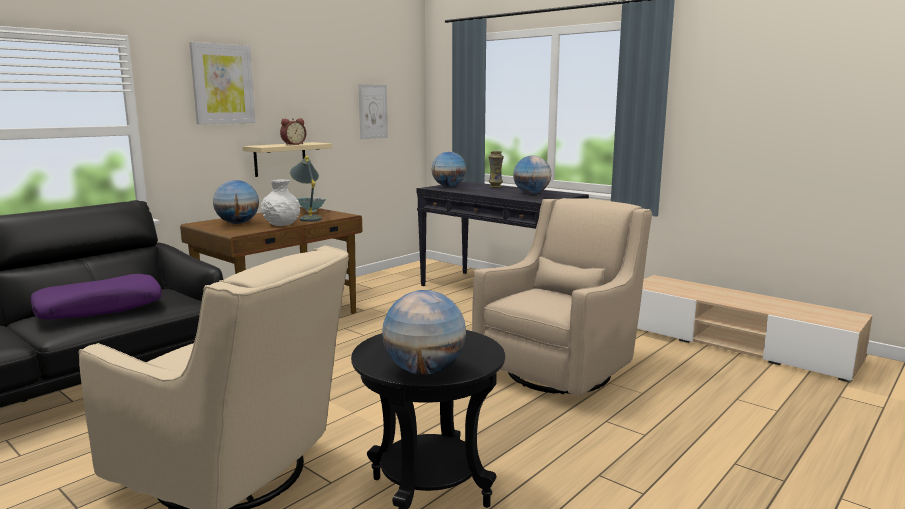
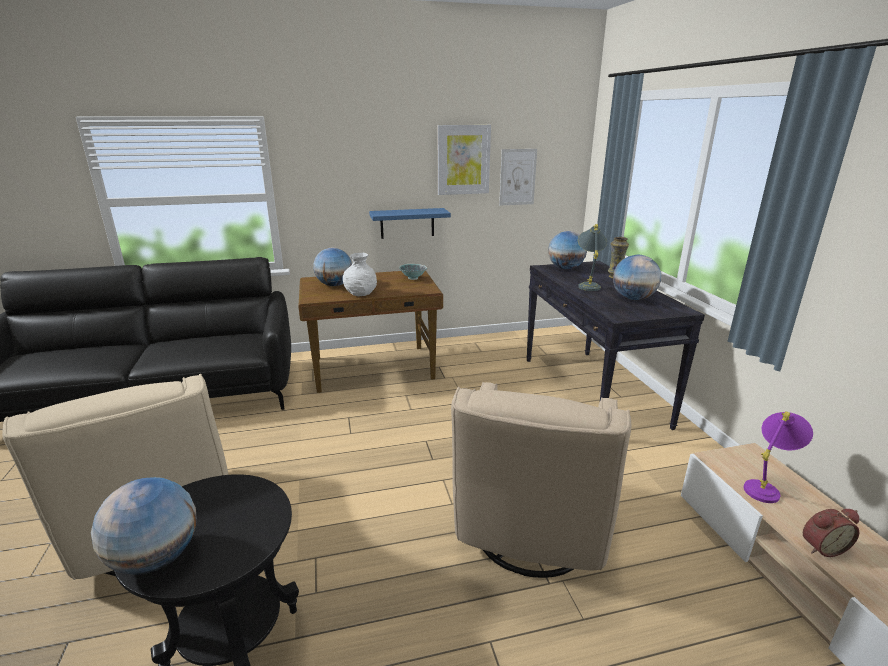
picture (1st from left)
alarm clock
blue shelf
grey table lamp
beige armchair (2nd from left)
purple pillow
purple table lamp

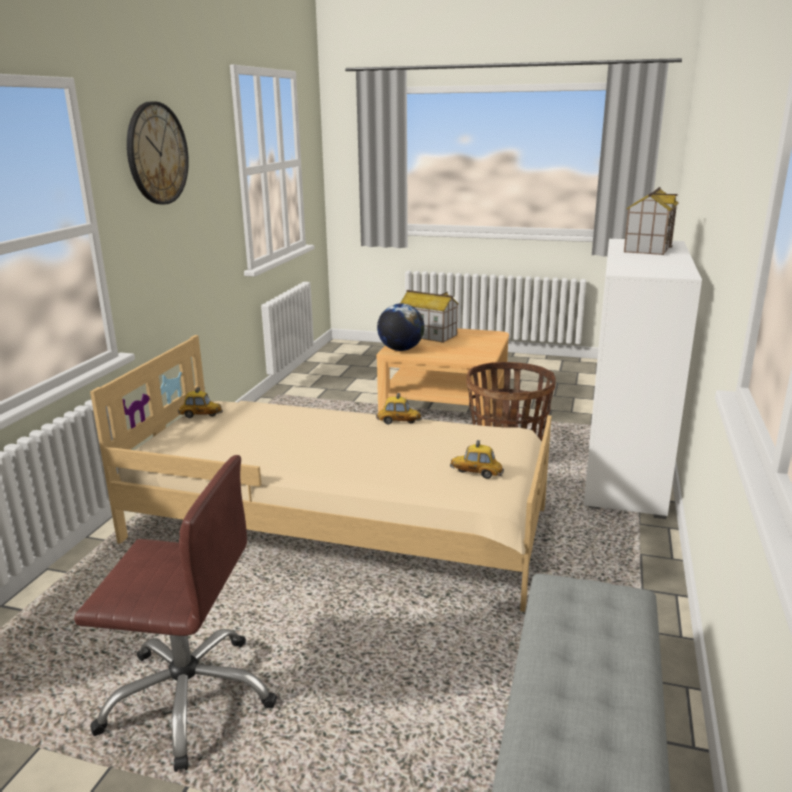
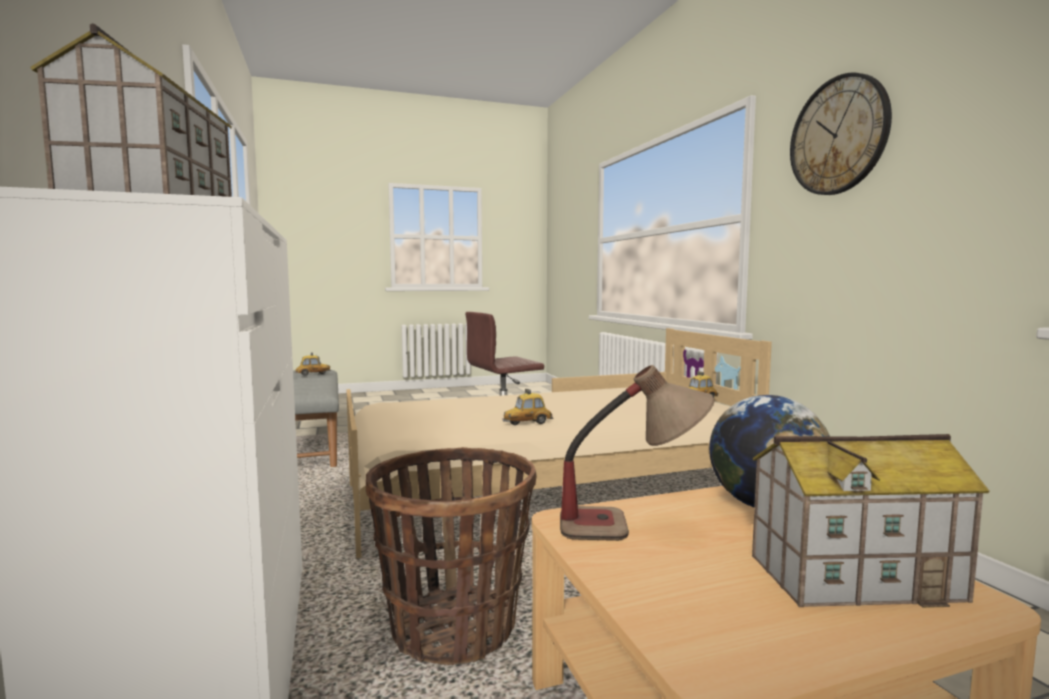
toy car (1st from left)
table lamp

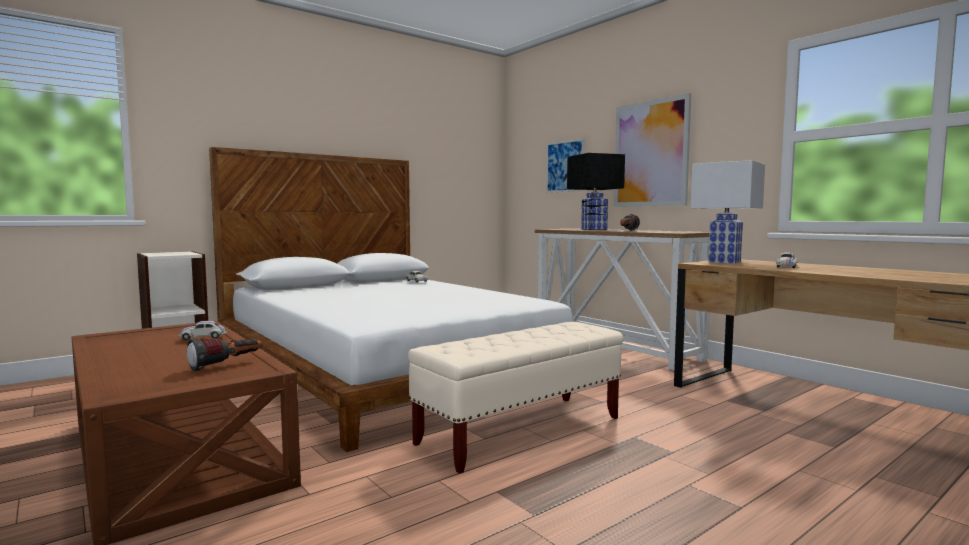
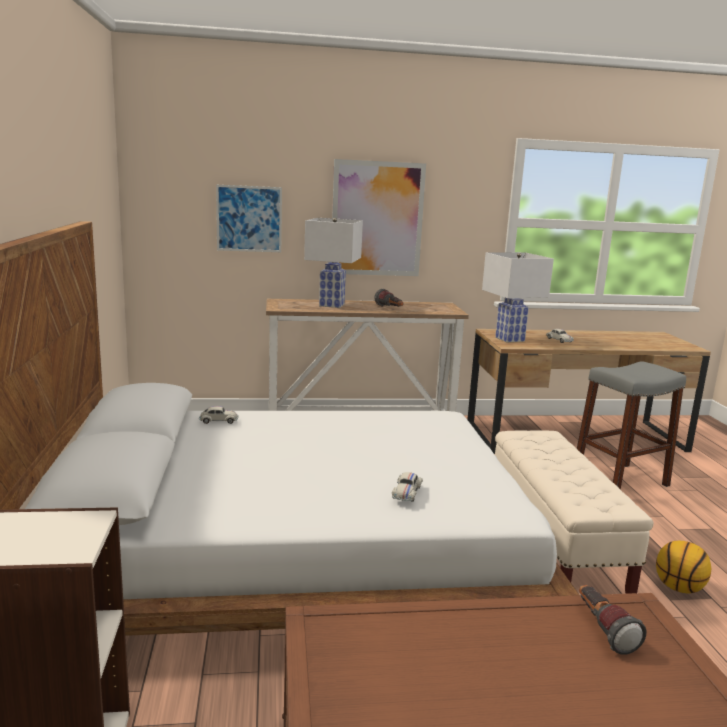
white table lamp (1st from left)
white toy car (2nd from left)
grey stool
basketball

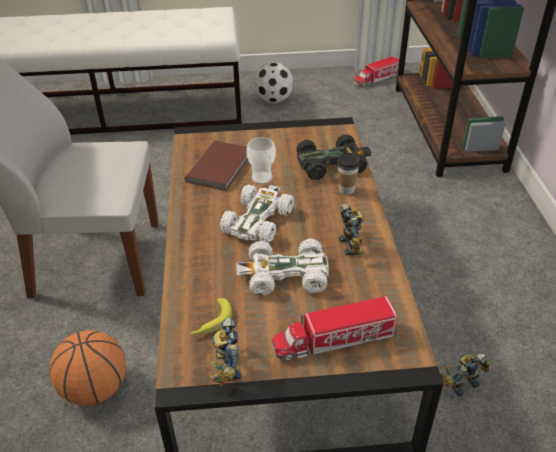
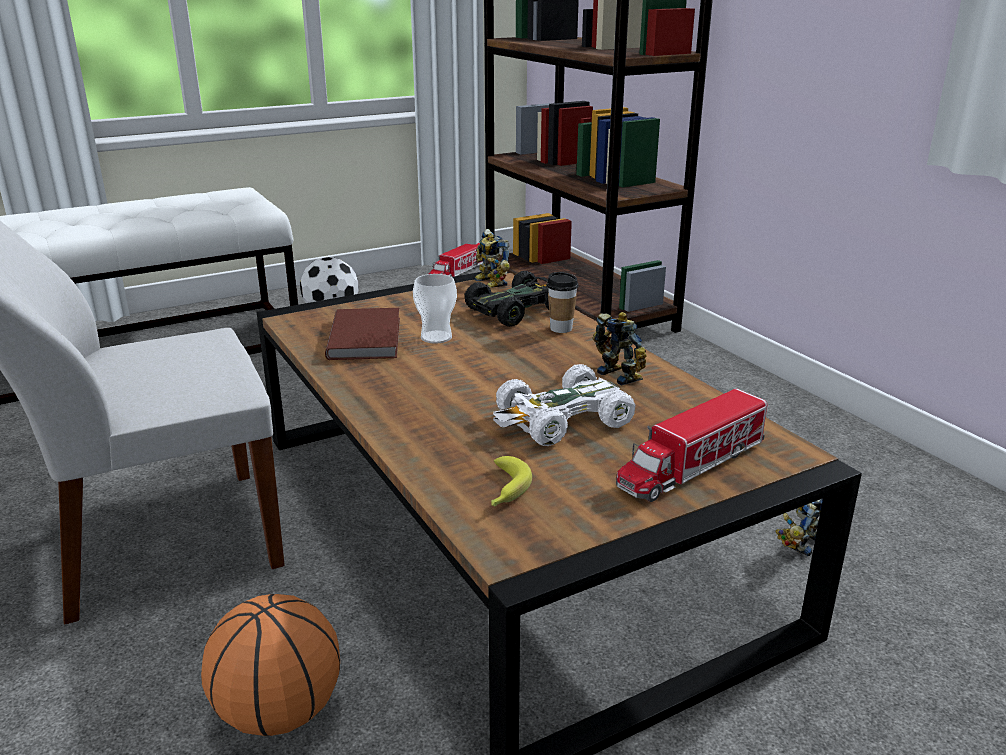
white toy car (1st from left in the first image)
toy robot (1st from left)

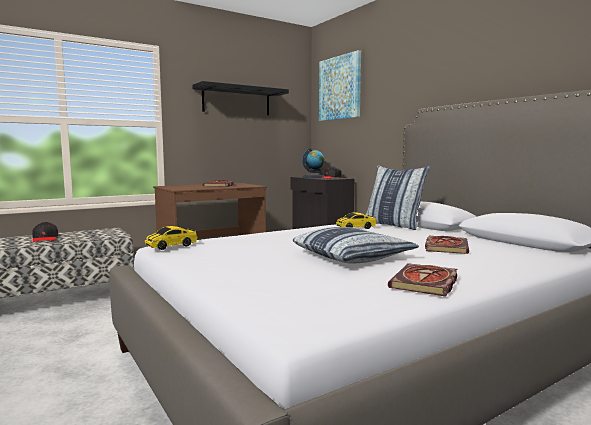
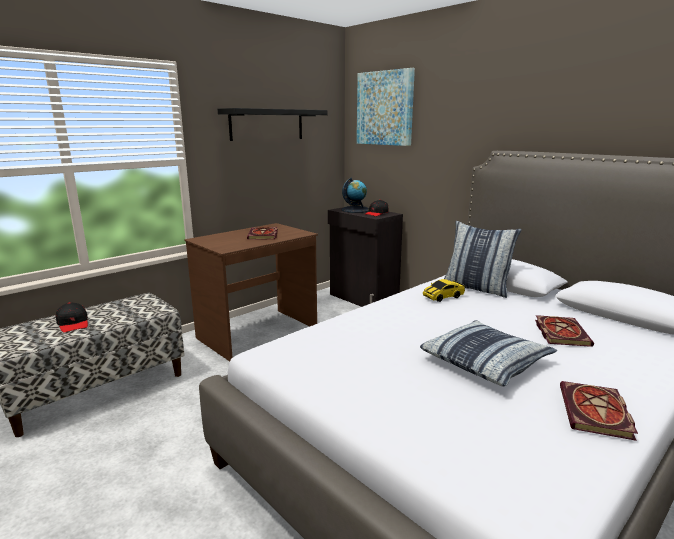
toy car (1st from left in the first image)

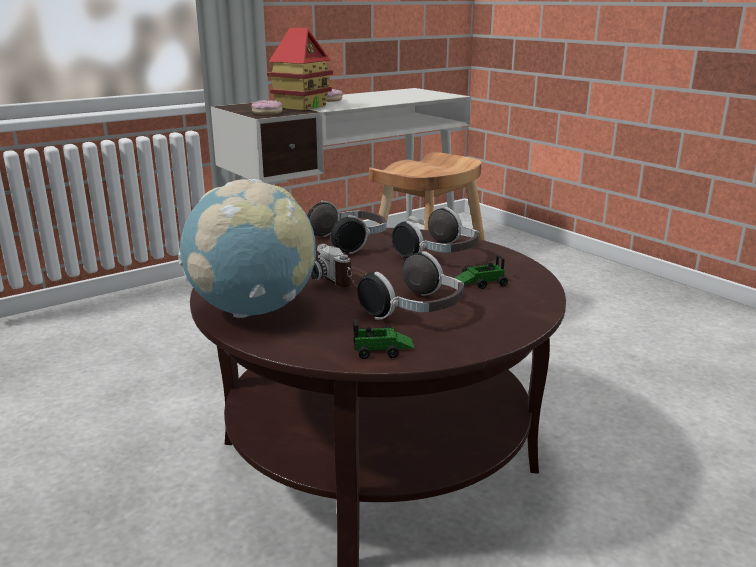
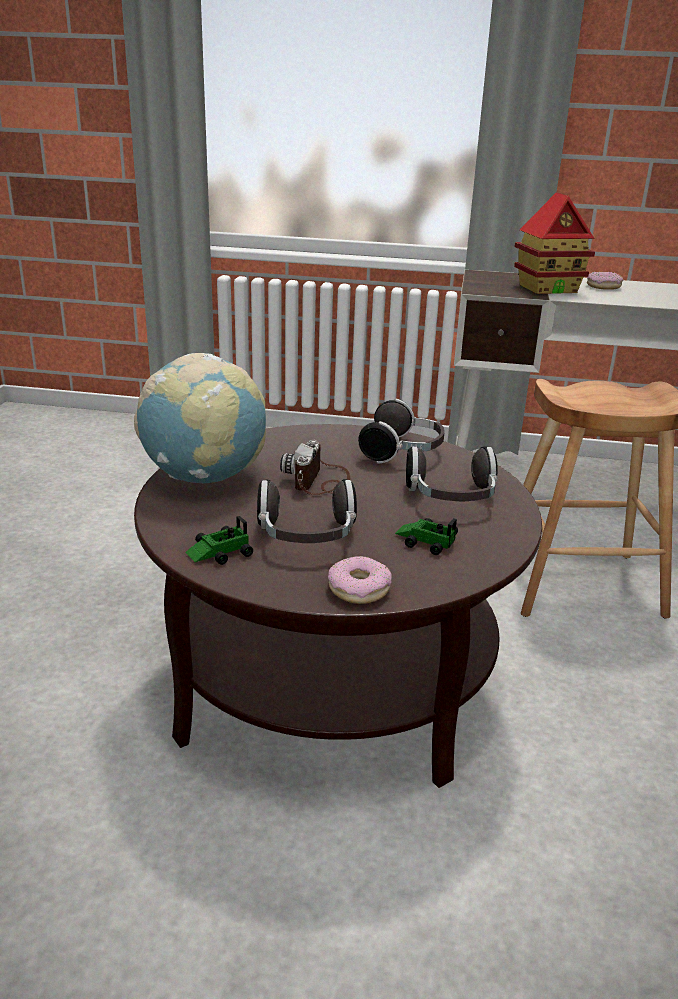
donut (1st from left)
toy car (1st from left)

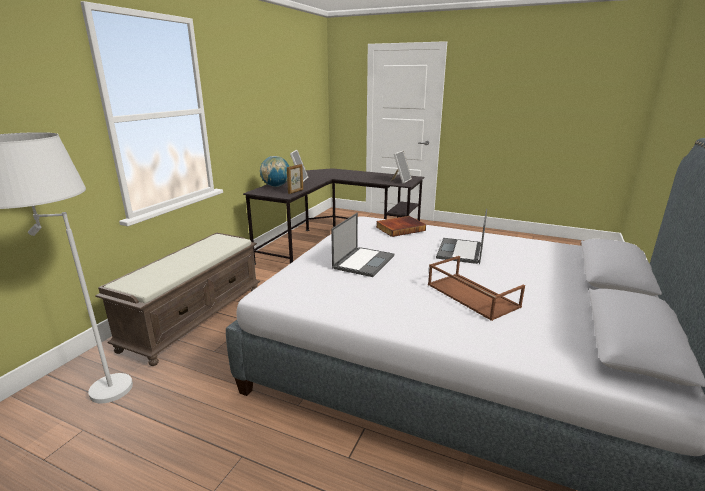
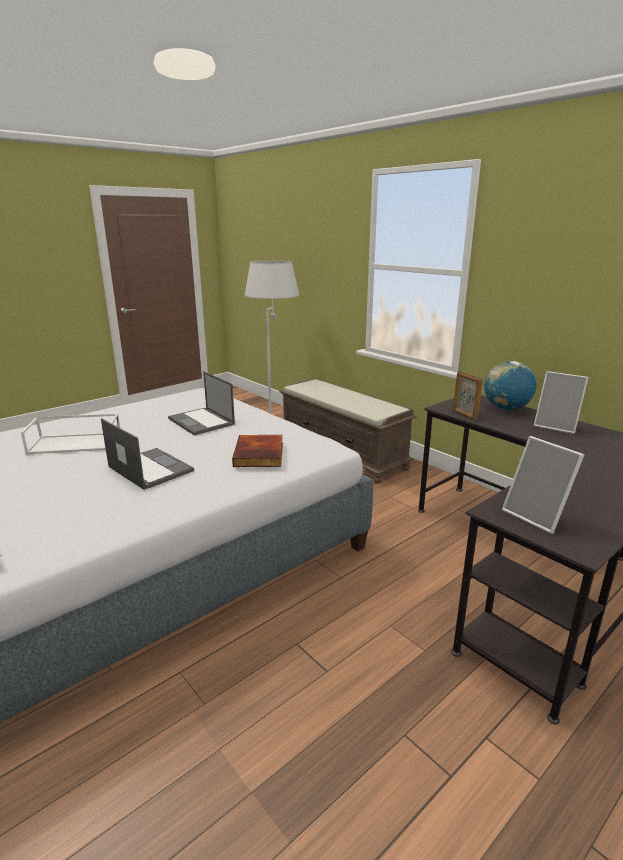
white tray

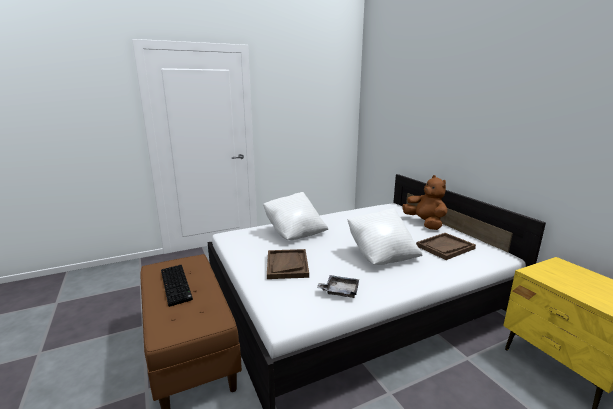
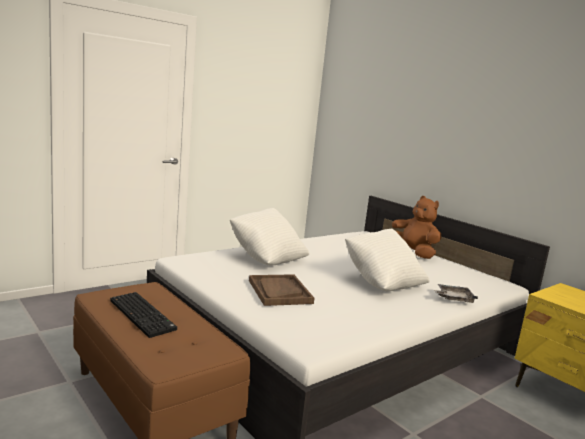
brown tray (2nd from left in the first image)
grey tray

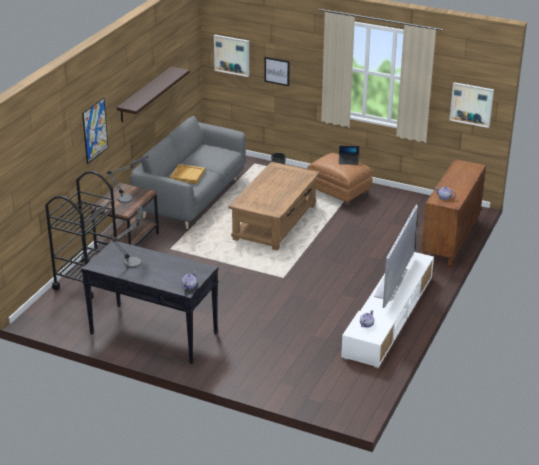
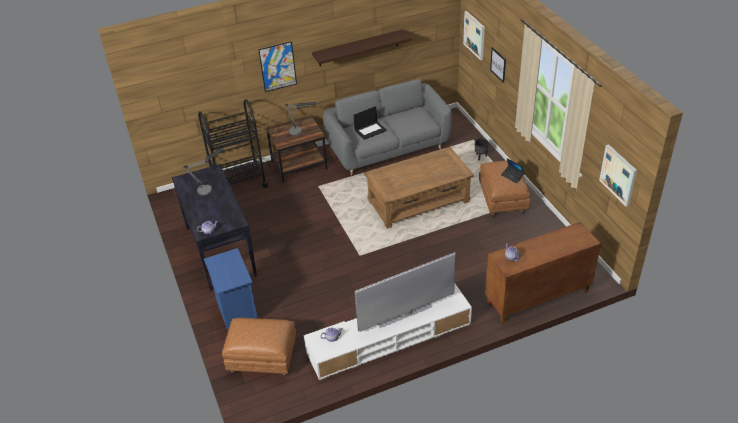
laptop (1st from left)
blue nightstand
brown ottoman (1st from left)

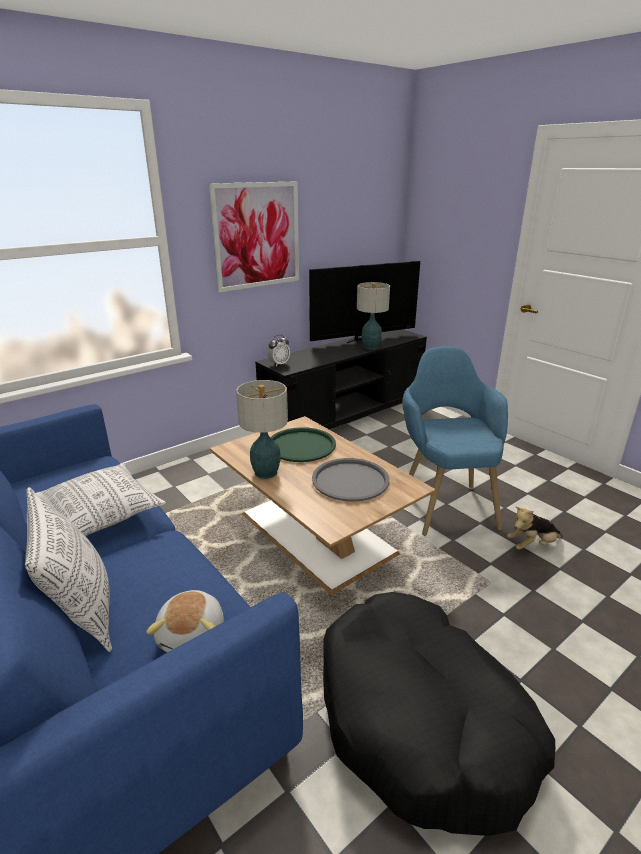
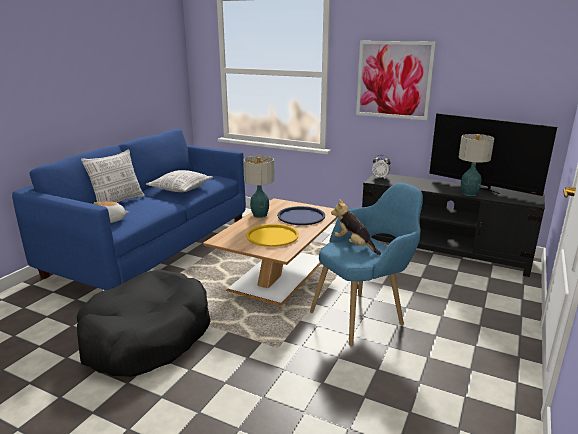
blue tray
yellow tray
plush toy (2nd from left)

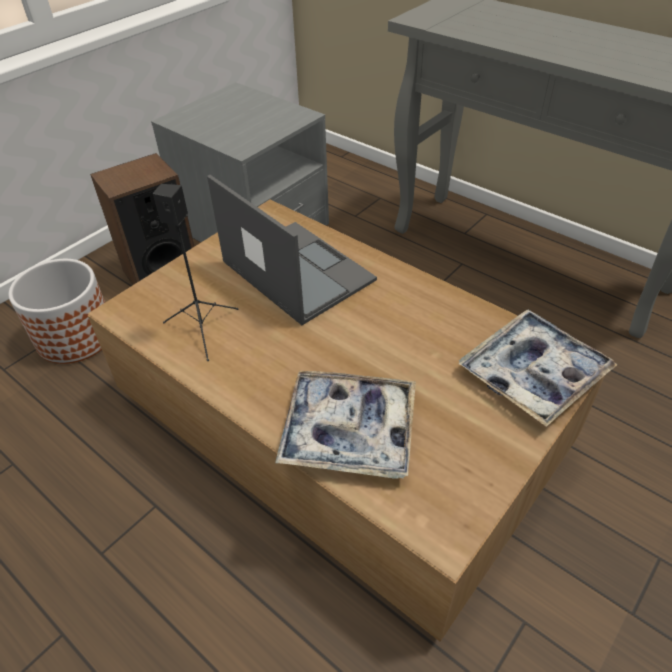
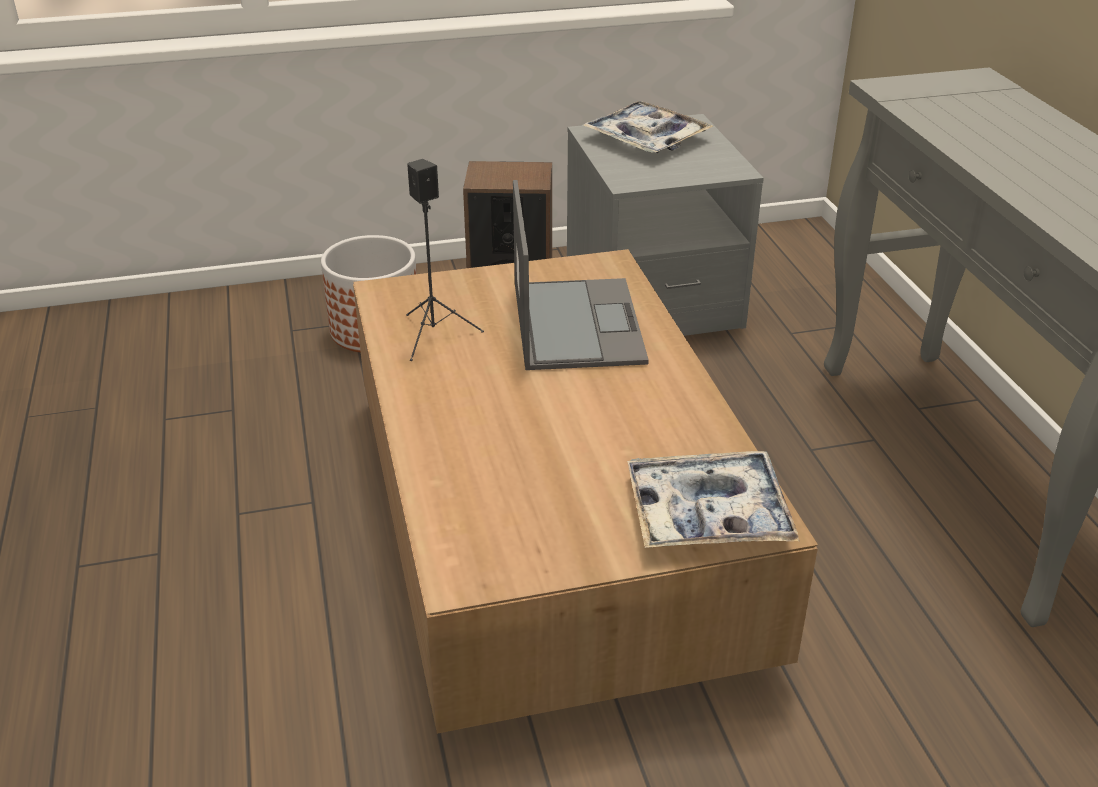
tray (1st from left)

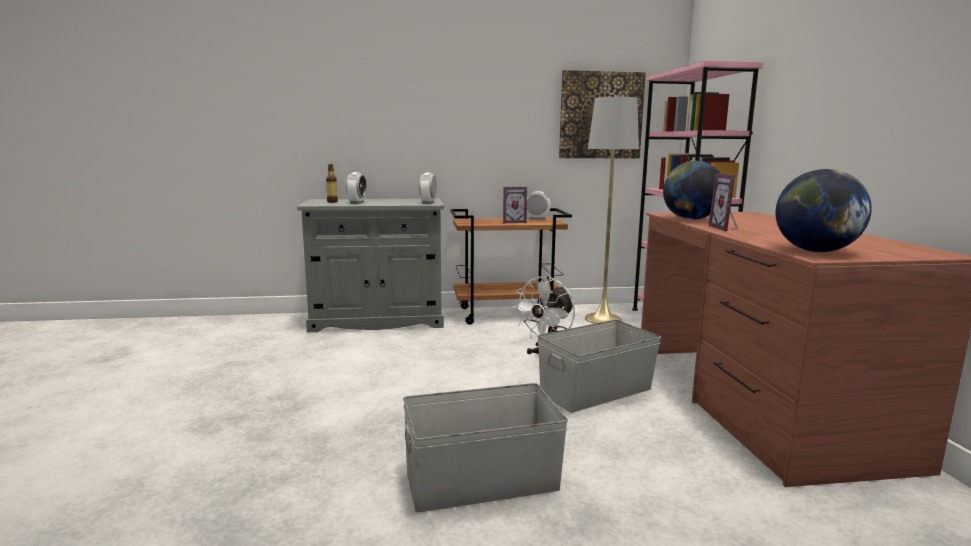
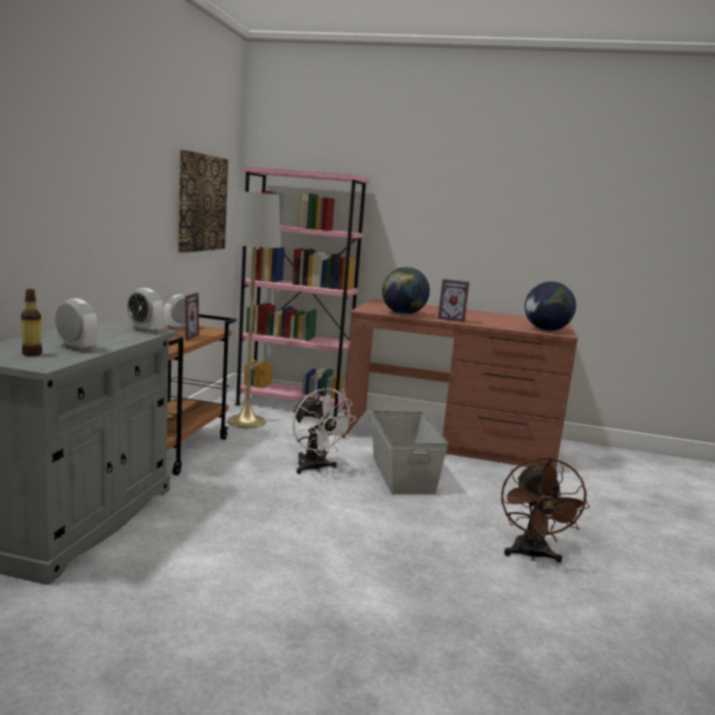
brown fan

